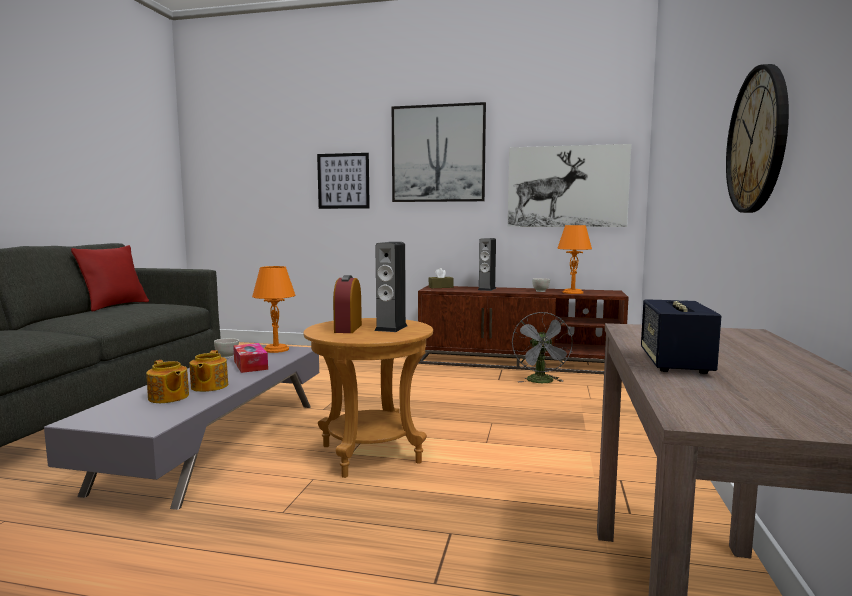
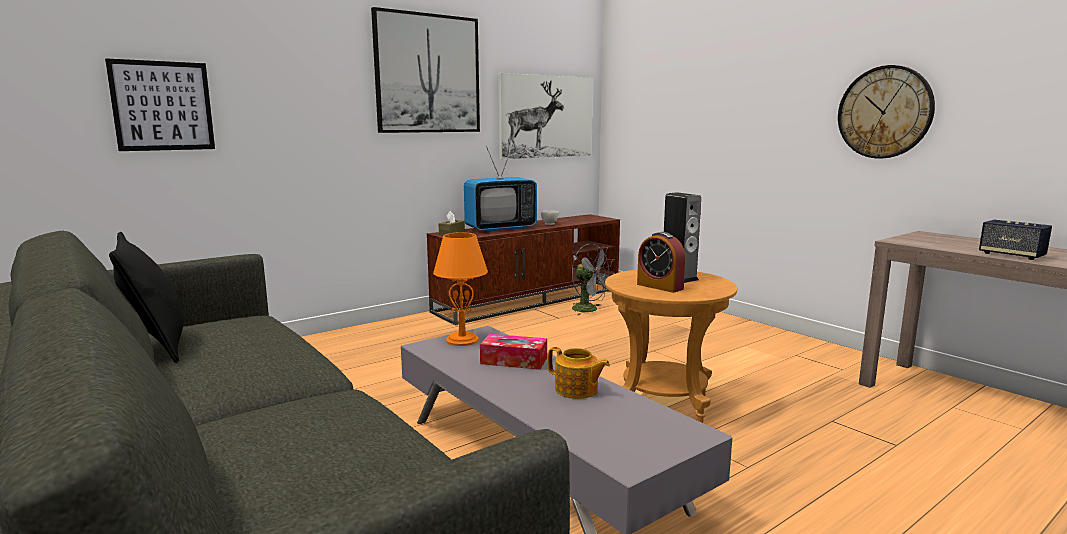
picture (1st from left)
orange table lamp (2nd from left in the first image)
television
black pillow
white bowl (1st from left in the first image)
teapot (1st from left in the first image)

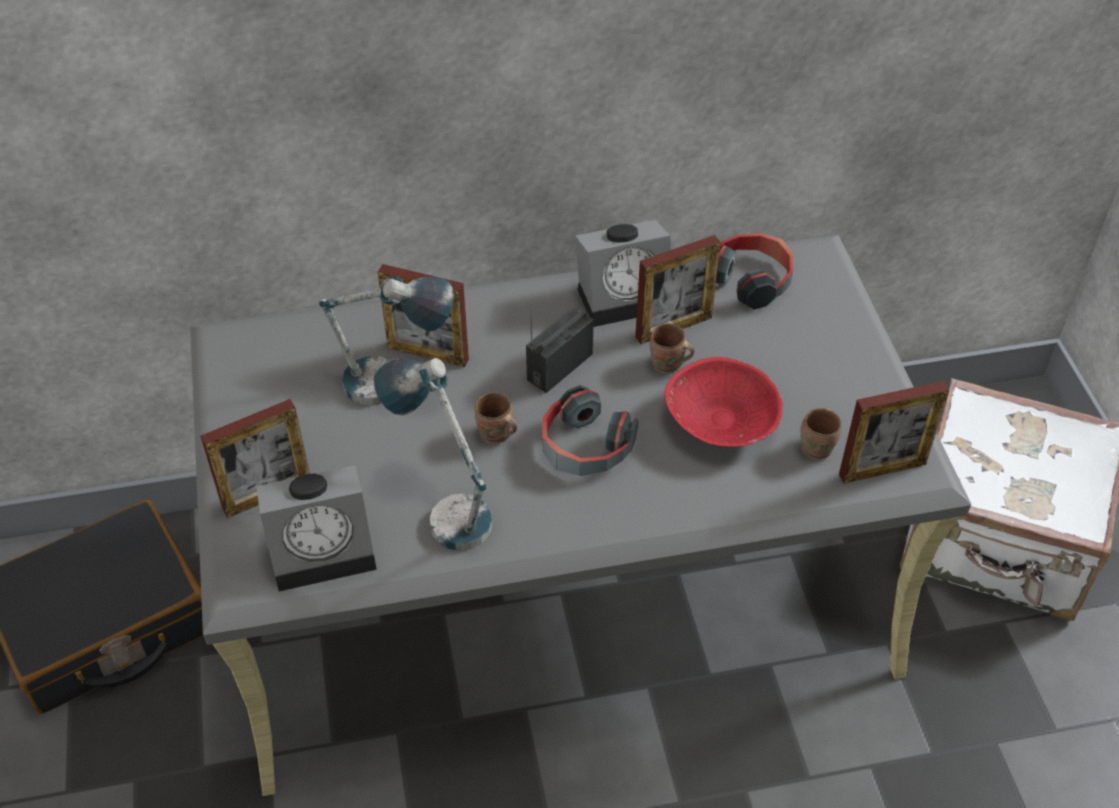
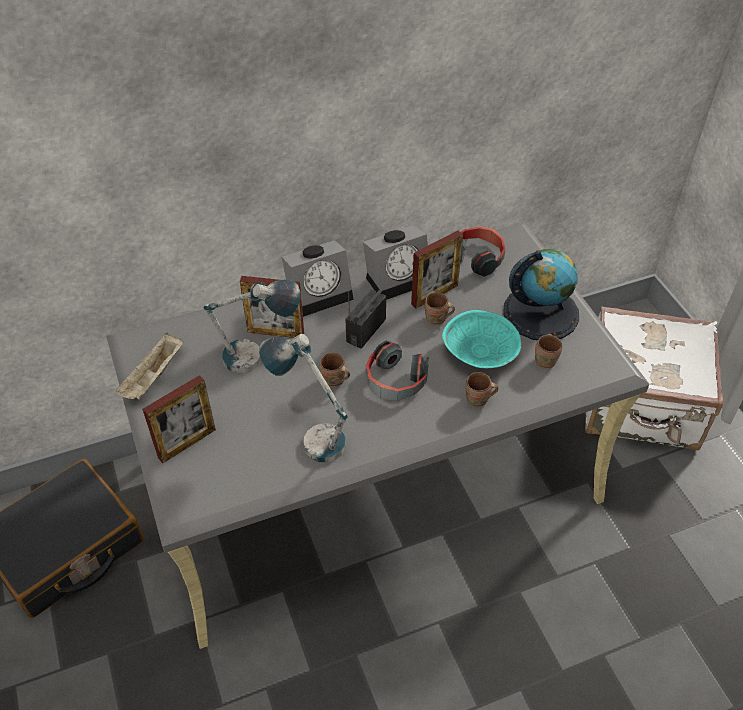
turquoise bowl
picture frame (4th from left in the first image)
alarm clock (1st from left)
globe
beige tray
brown mug (3rd from left)

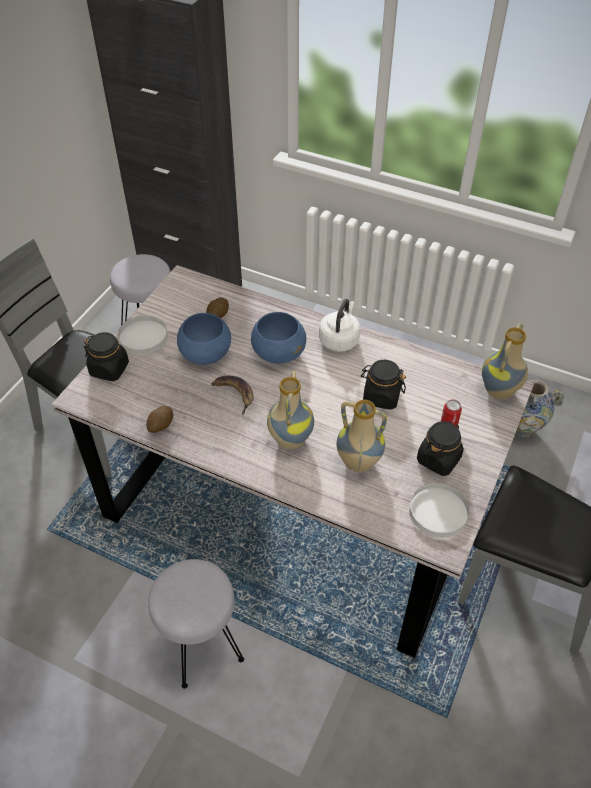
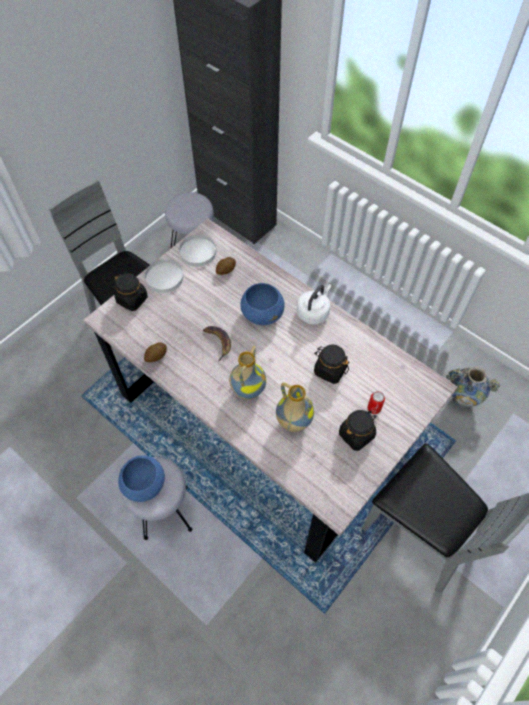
blue bowl (1st from left)
vase (3rd from left in the first image)
white plate (2nd from left)

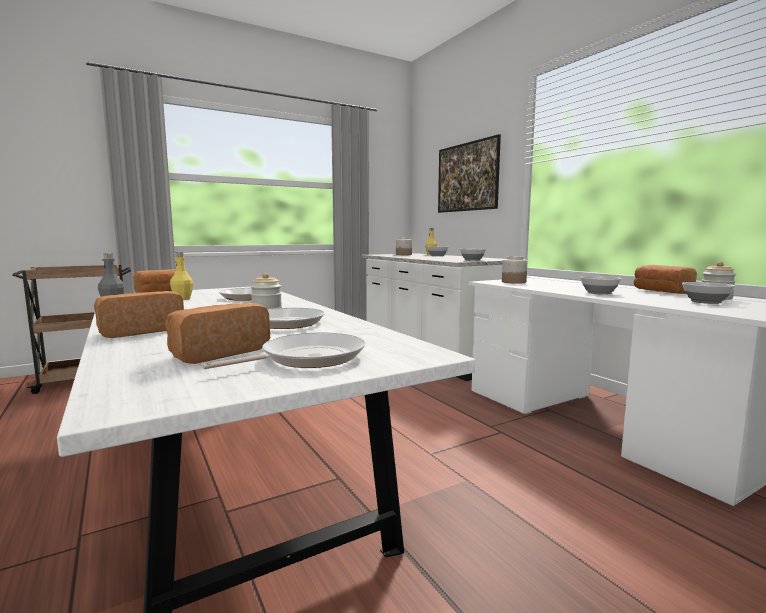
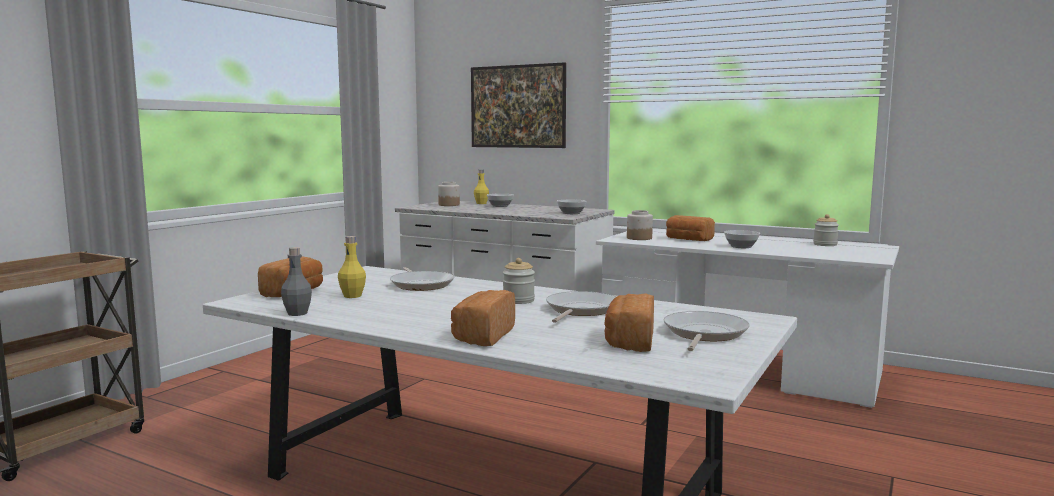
bread (4th from left)
bowl (4th from left in the first image)

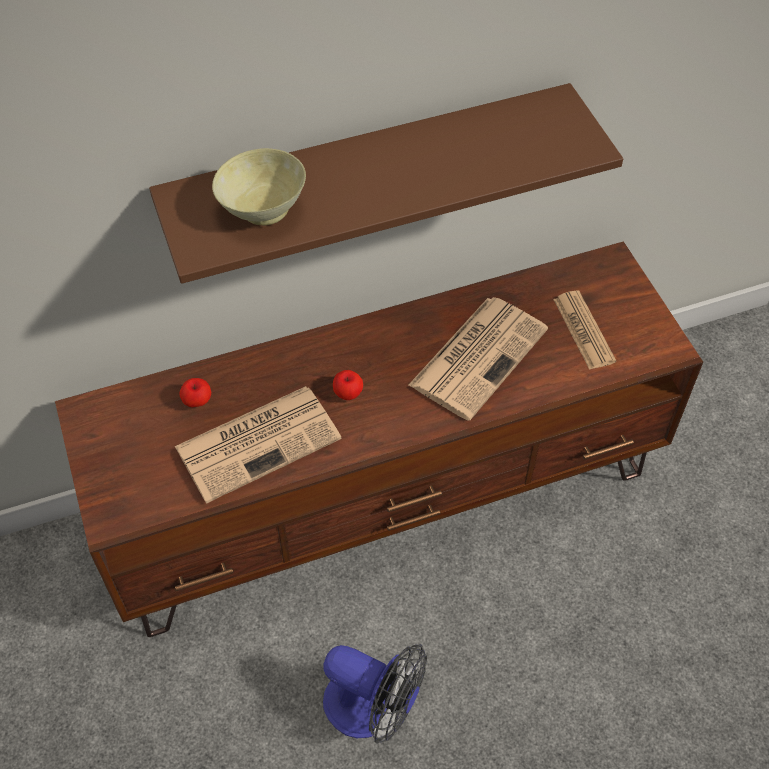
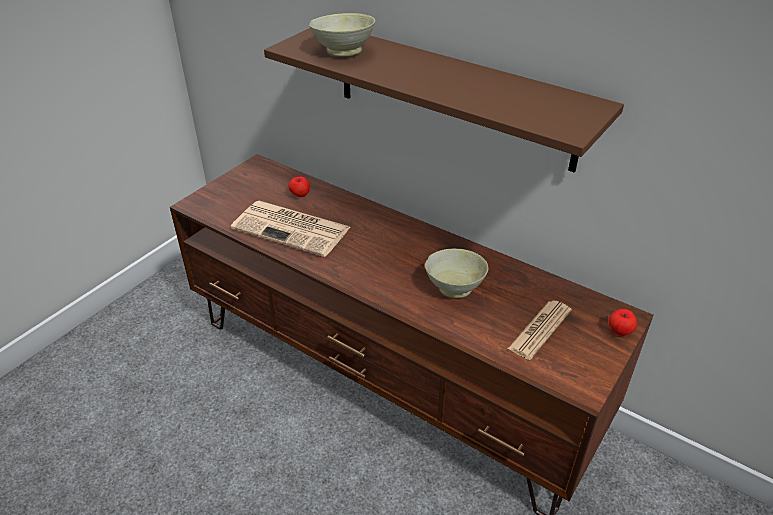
beige bowl (2nd from left)
apple (2nd from left)
fan

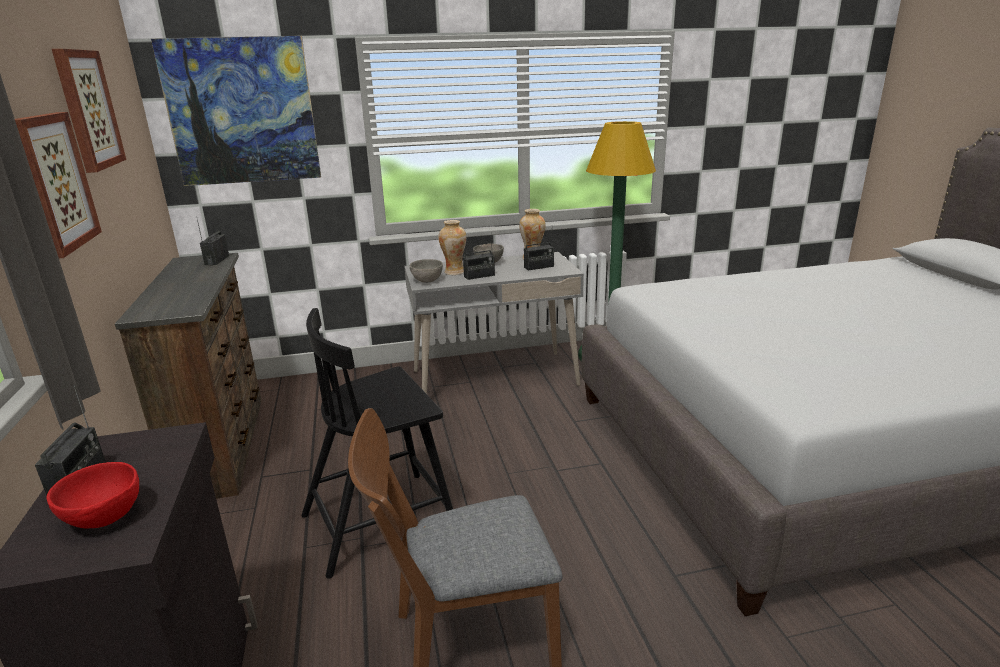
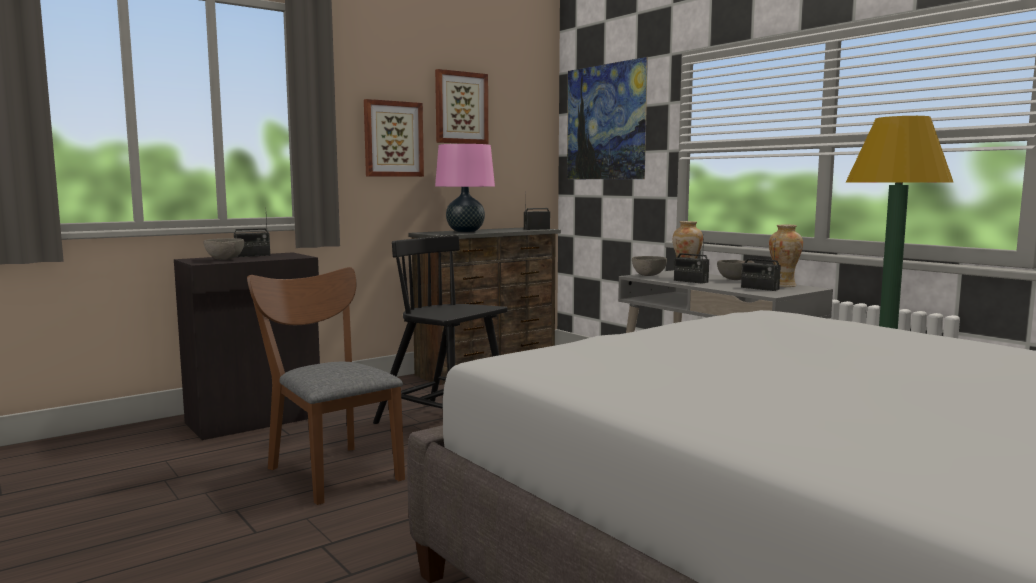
grey bowl (1st from left)
pink table lamp

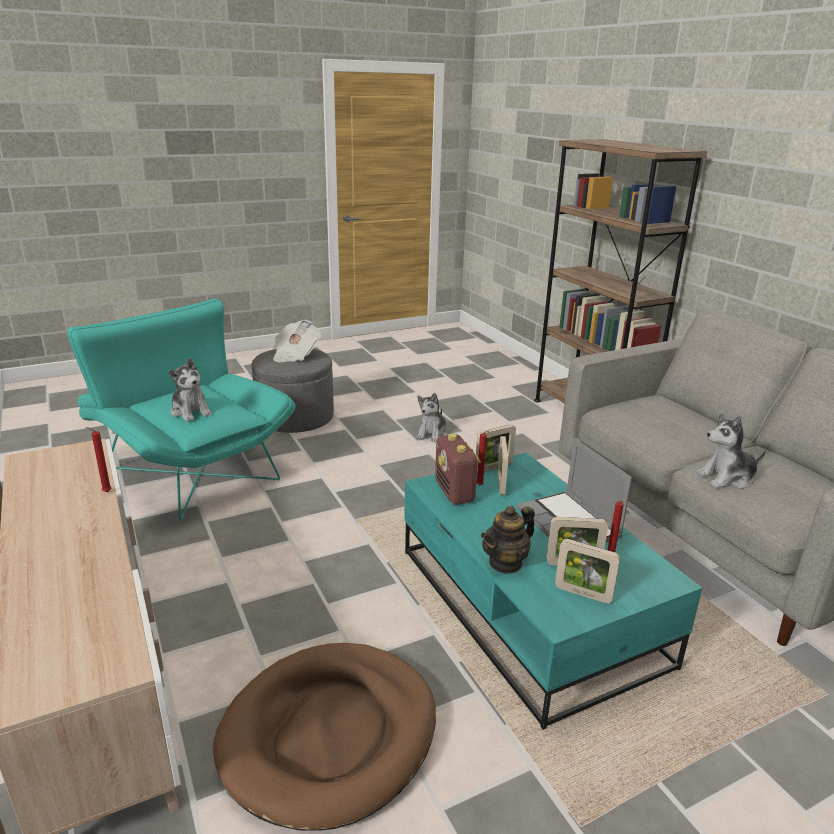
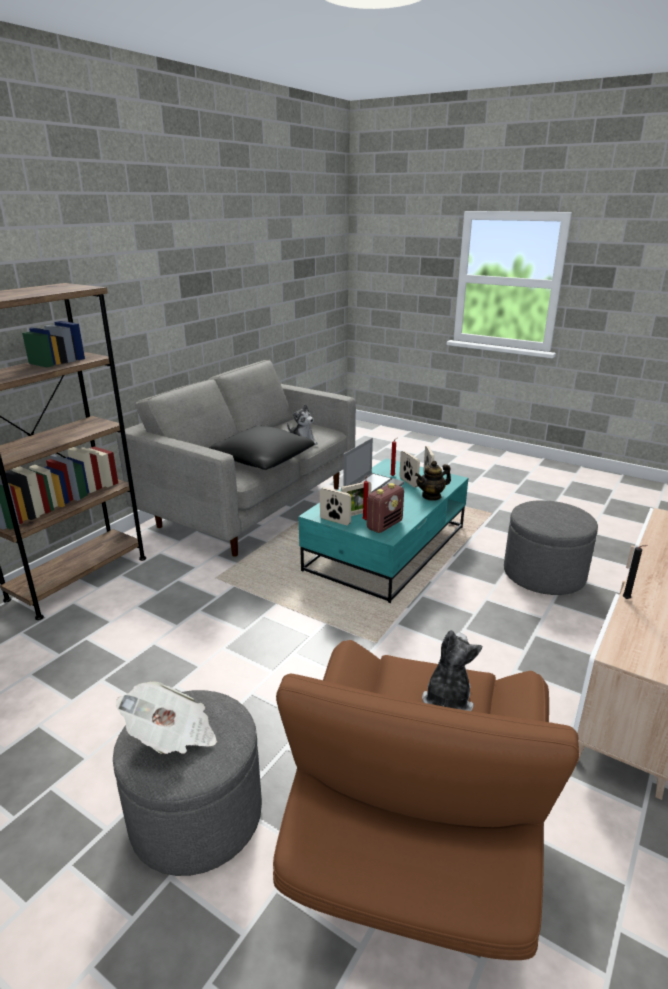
brown armchair
plush toy (2nd from left in the first image)
black candle
teapot
grey ottoman (2nd from left)
black pillow

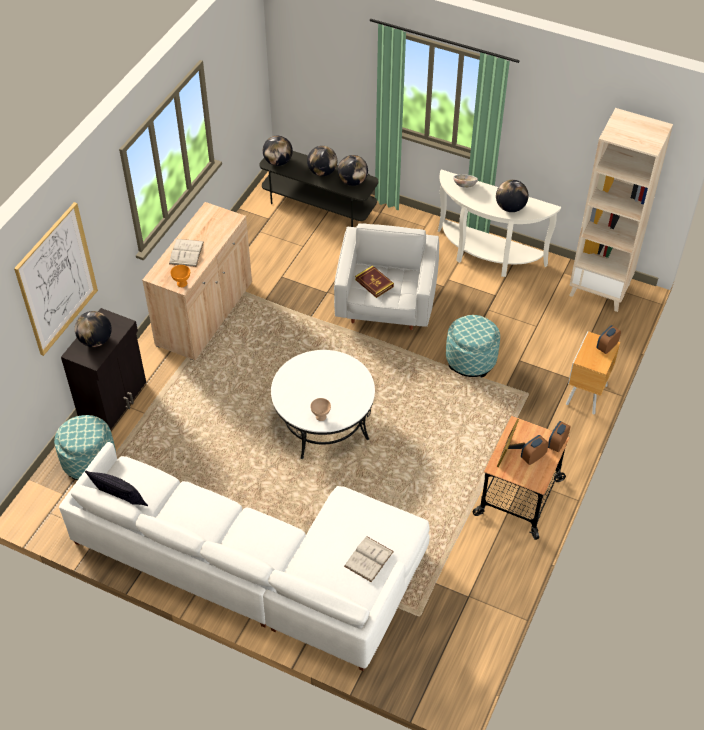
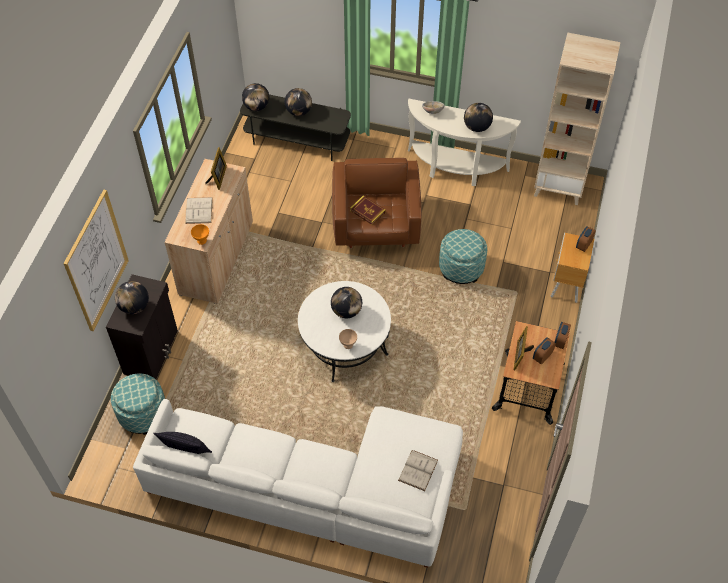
globe (4th from left)
brown armchair
picture frame (1st from left)

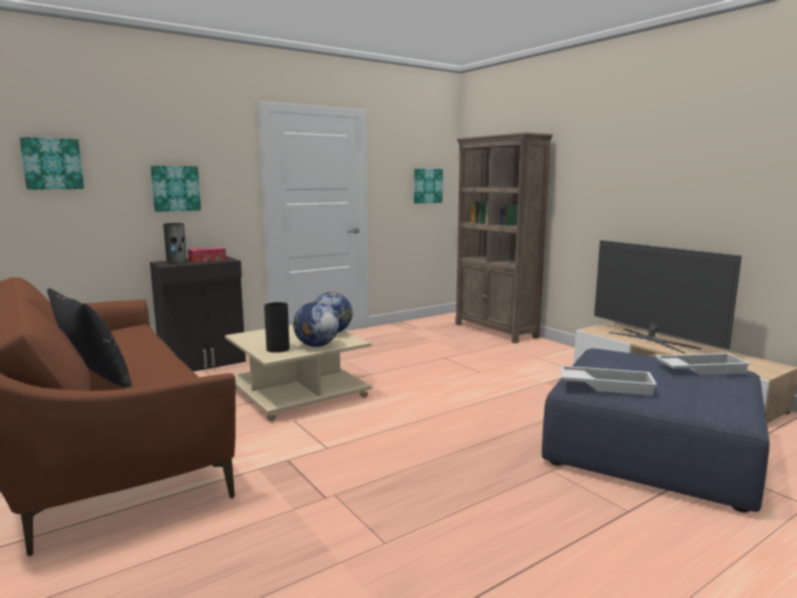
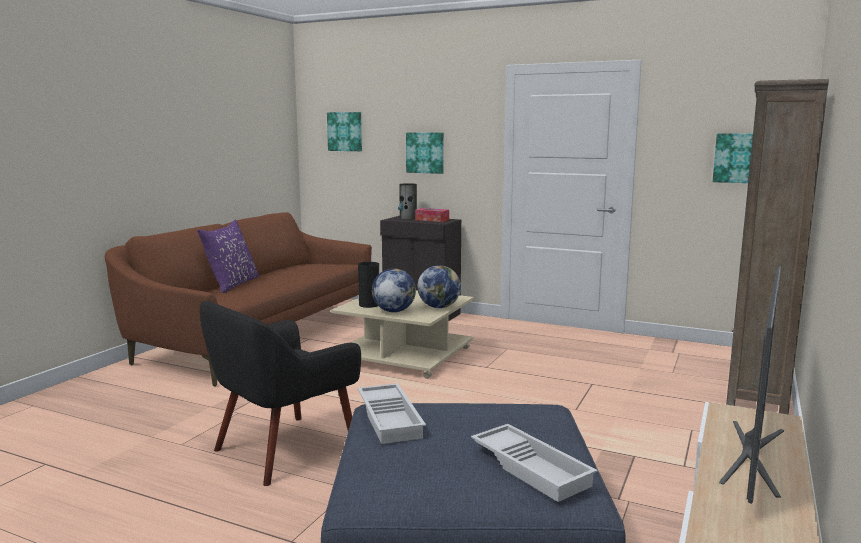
purple pillow
black armchair

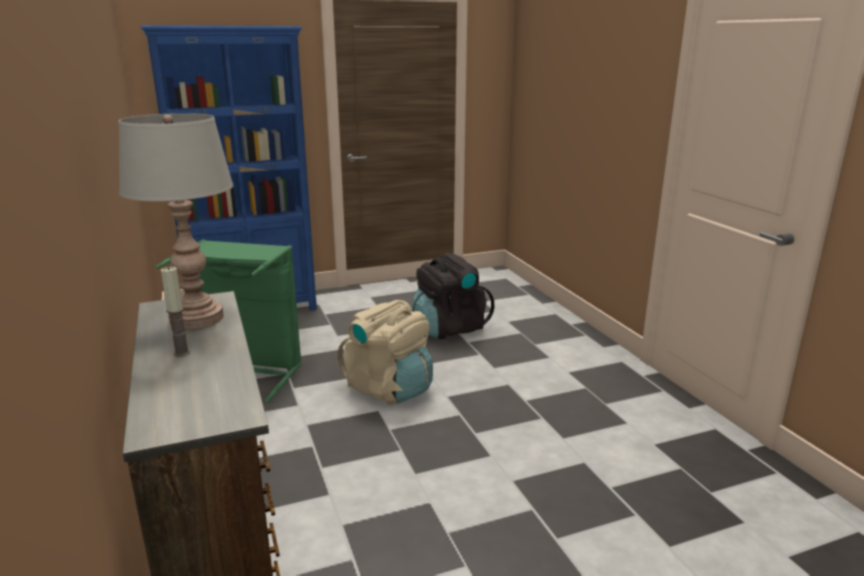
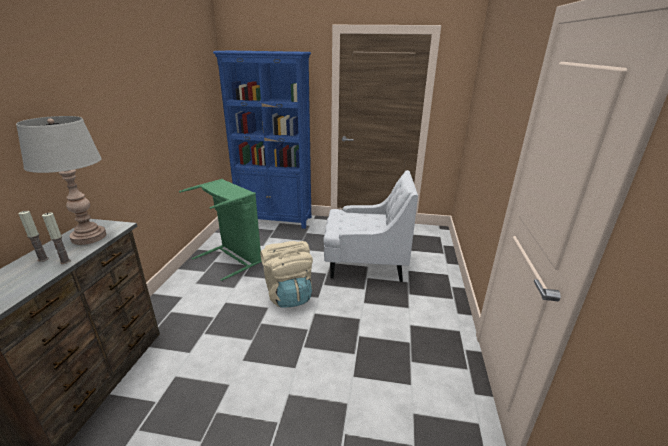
white armchair
candle (2nd from left)

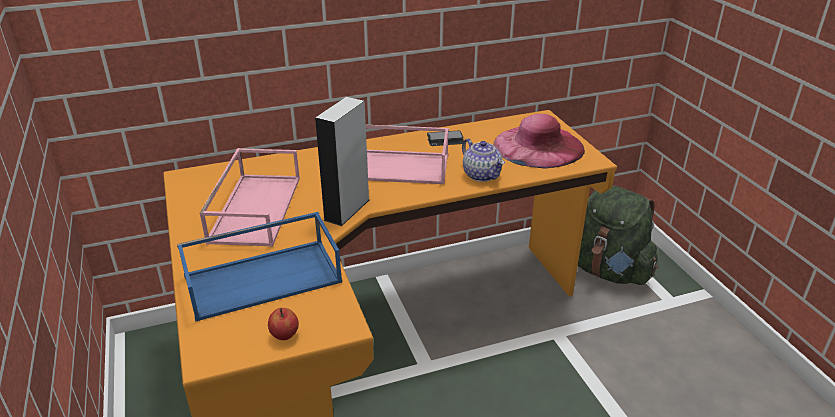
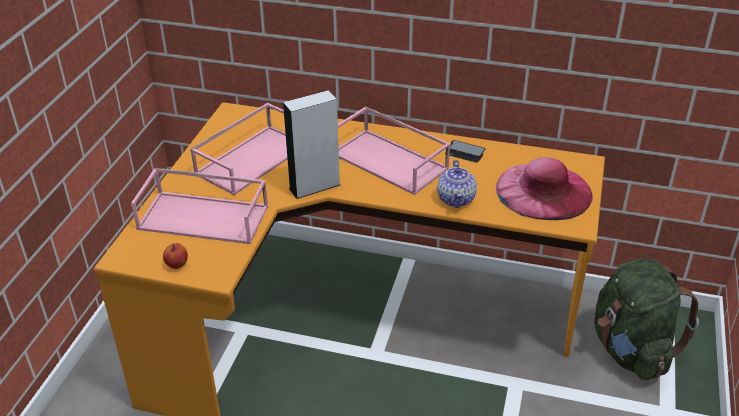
pink tray (1st from left)

